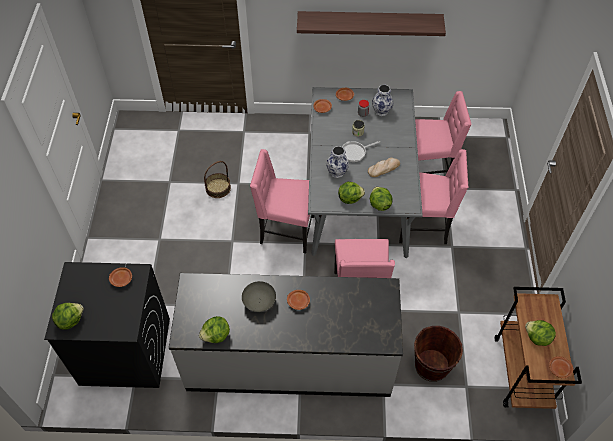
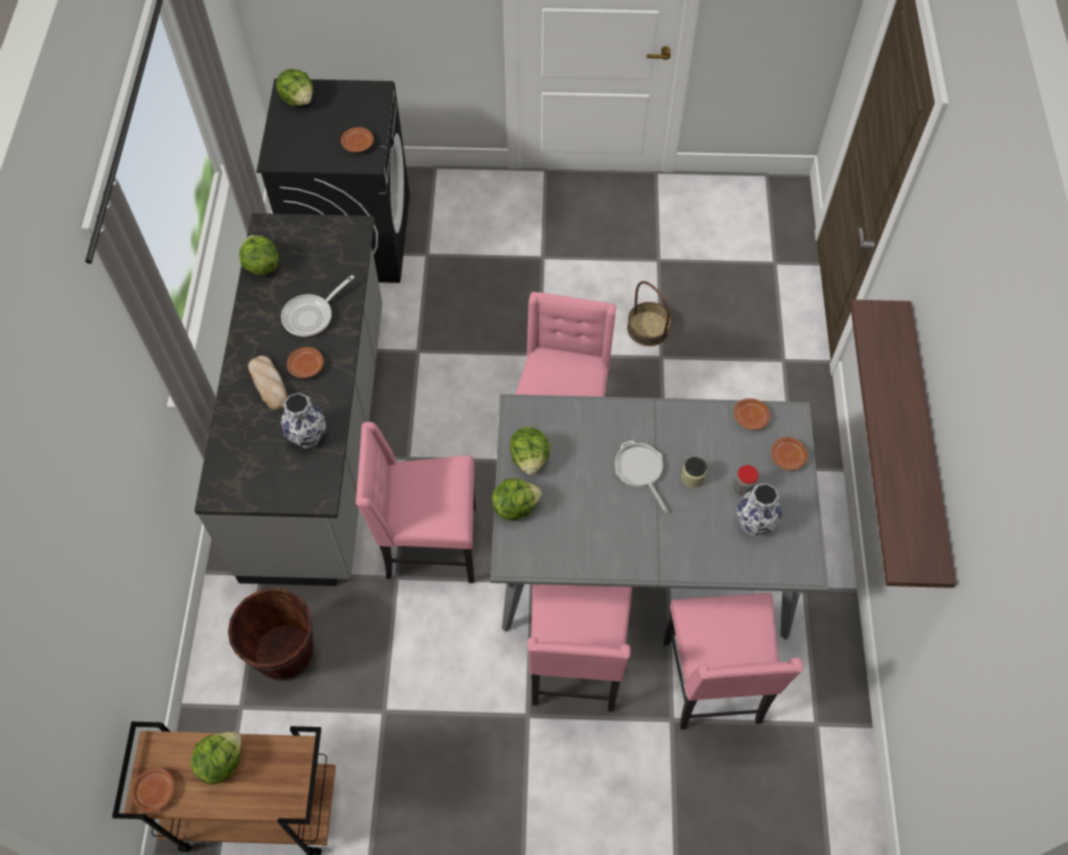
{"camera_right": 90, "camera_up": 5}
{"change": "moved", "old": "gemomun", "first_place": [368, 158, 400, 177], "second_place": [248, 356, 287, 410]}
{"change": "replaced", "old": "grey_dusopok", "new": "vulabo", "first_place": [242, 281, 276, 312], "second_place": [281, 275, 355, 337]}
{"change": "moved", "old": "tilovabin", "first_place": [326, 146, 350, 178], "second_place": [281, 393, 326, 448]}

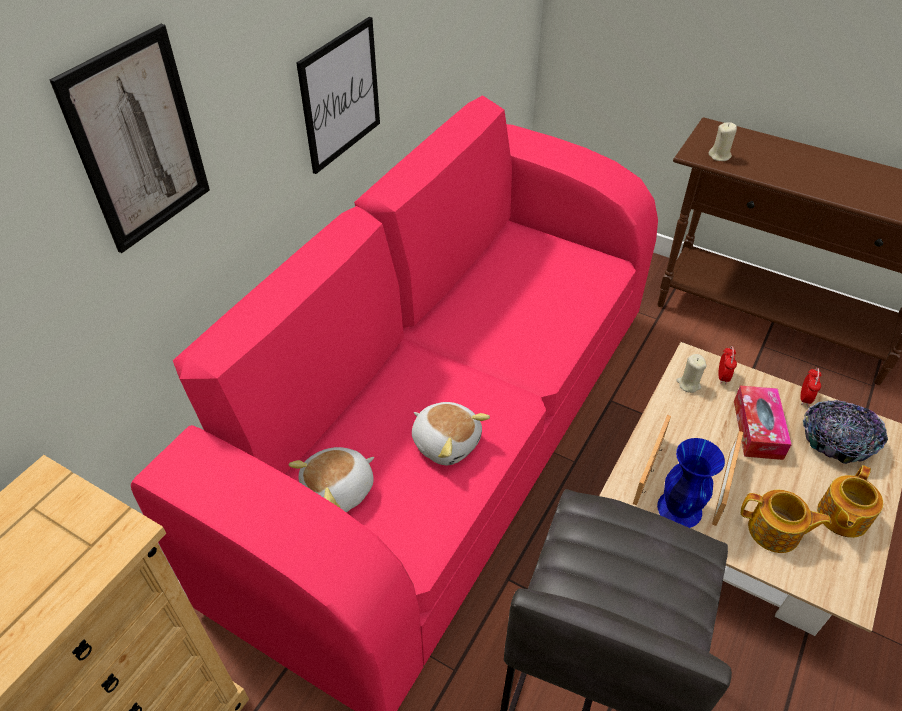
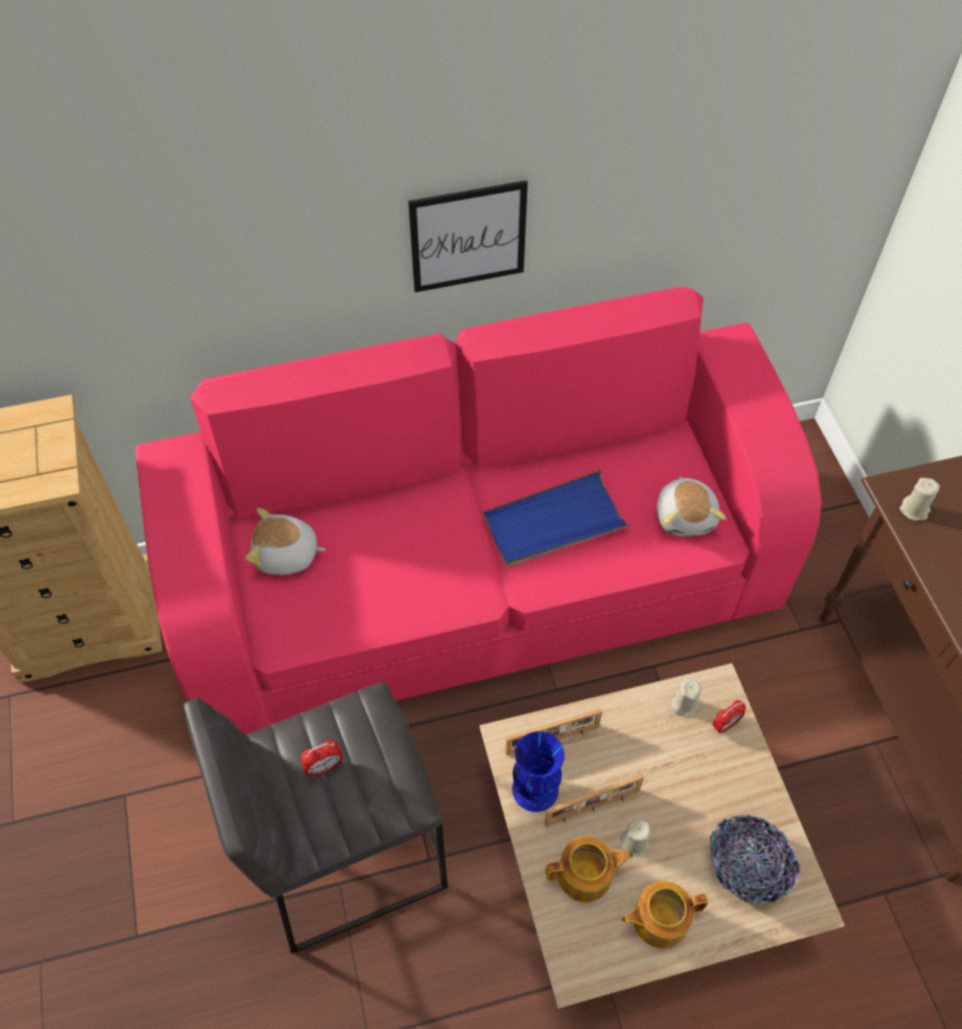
{"camera_right": 45, "camera_up": 10}
{"change": "moved", "old": "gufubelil", "first_place": [800, 368, 821, 406], "second_place": [301, 740, 343, 777]}
{"change": "added", "new": "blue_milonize", "second_place": [483, 470, 630, 567]}
{"change": "turned", "old": "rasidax", "first_place": [741, 490, 832, 553], "second_place": [546, 836, 633, 902], "degrees": -75}
{"change": "added", "new": "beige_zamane", "second_place": [621, 819, 650, 857]}
{"change": "moved", "old": "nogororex", "first_place": [412, 402, 490, 465], "second_place": [657, 476, 726, 536]}
{"change": "removed", "old": "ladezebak", "first_place": [49, 24, 210, 253]}
{"change": "removed", "old": "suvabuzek", "first_place": [734, 386, 792, 460]}

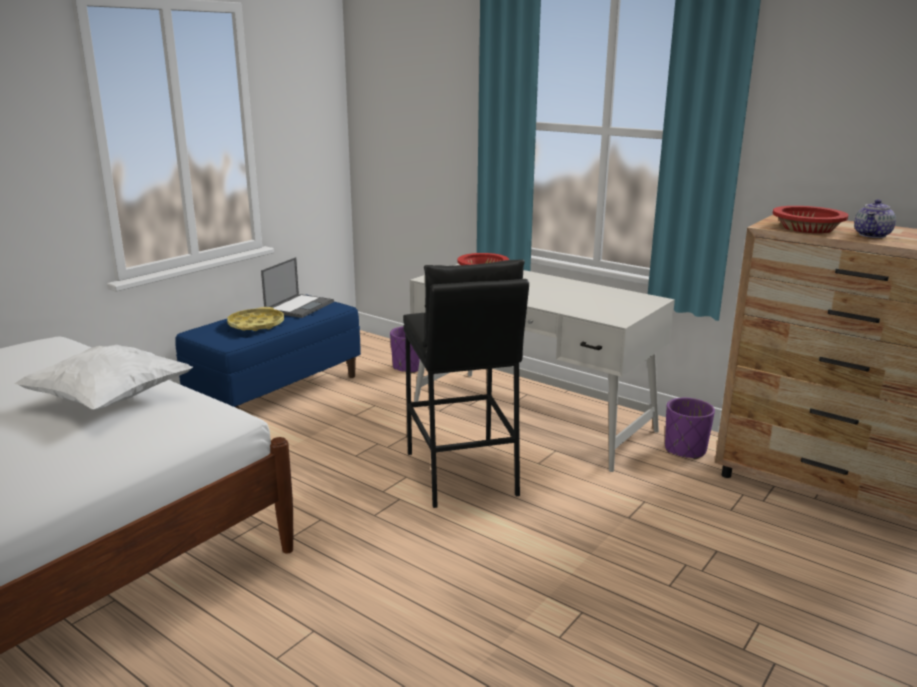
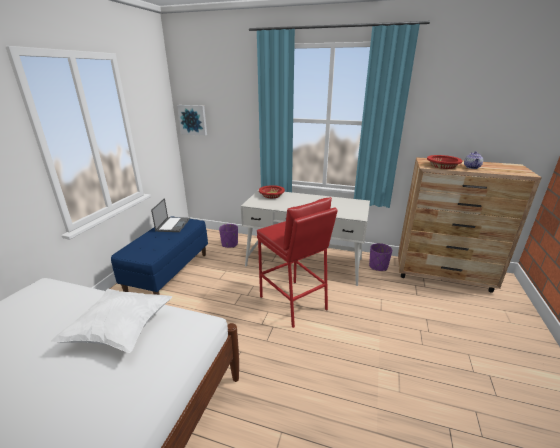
{"camera_right": -20, "camera_up": 5}
{"change": "added", "new": "ladezebak", "second_place": [177, 105, 207, 136]}
{"change": "recoloured", "old": "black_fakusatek", "new": "red_fakusatek", "first_place": [403, 259, 529, 508], "second_place": [257, 197, 337, 328]}
{"change": "removed", "old": "yellow_milonize", "first_place": [227, 307, 284, 331]}

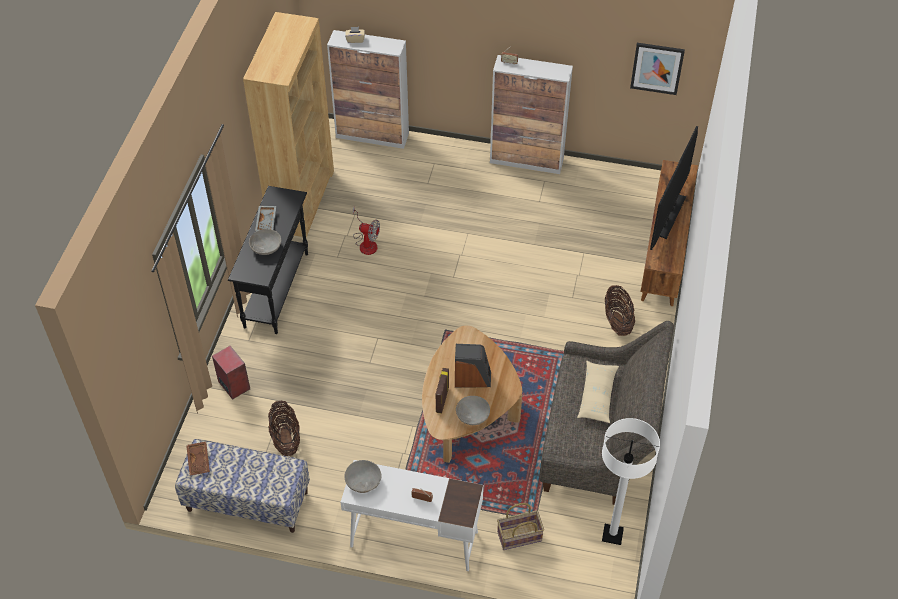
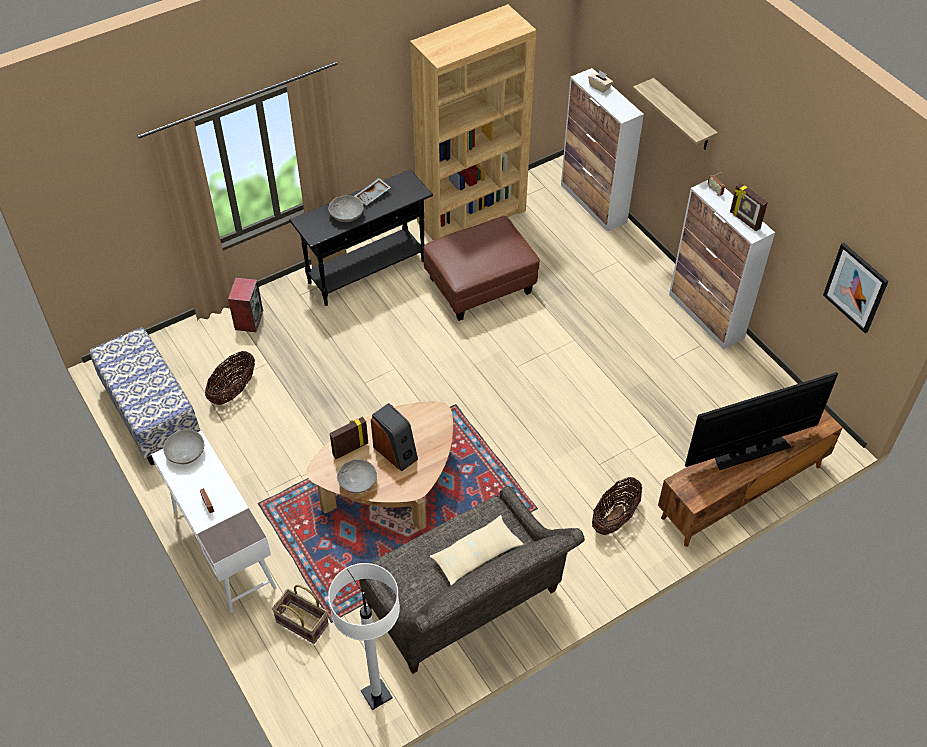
{"camera_right": 45, "camera_up": 0}
{"change": "replaced", "old": "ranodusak", "new": "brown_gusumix", "first_place": [353, 207, 380, 255], "second_place": [423, 216, 540, 321]}
{"change": "added", "new": "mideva", "second_place": [633, 78, 718, 150]}
{"change": "added", "new": "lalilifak", "second_place": [730, 183, 768, 231]}
{"change": "removed", "old": "brown_milonize", "first_place": [186, 442, 210, 476]}

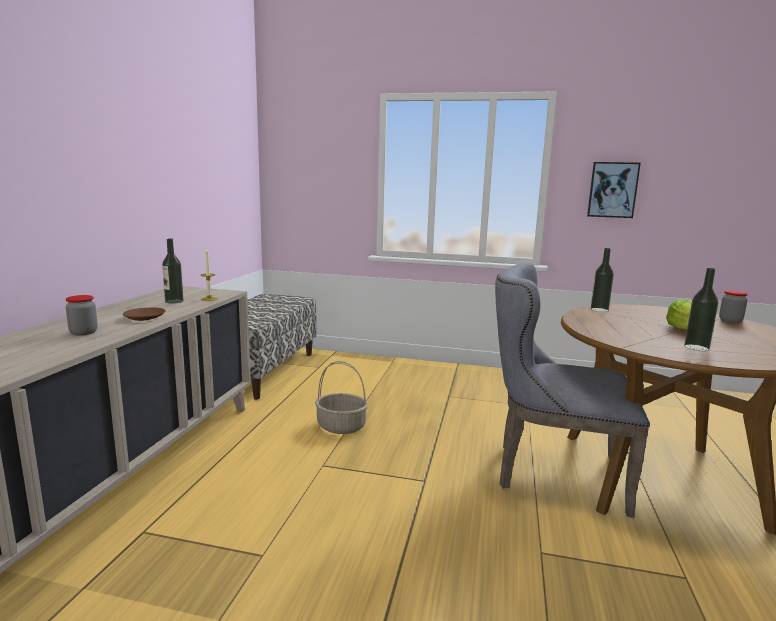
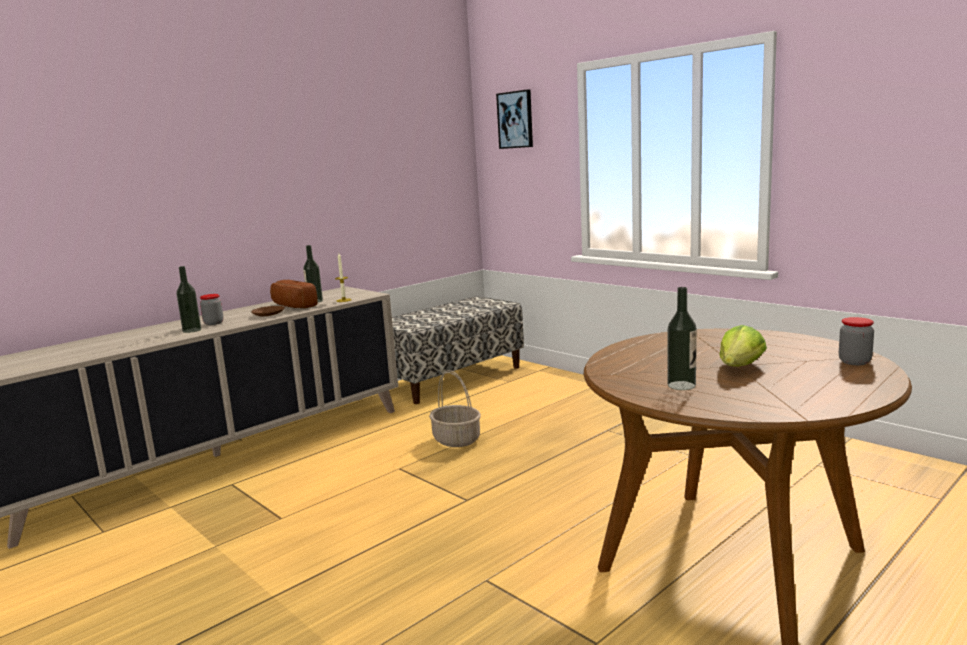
{"camera_right": 35, "camera_up": 0}
{"change": "moved", "old": "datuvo", "first_place": [591, 248, 614, 312], "second_place": [176, 266, 201, 333]}
{"change": "added", "new": "gemomun", "second_place": [270, 280, 318, 308]}
{"change": "moved", "old": "ladezebak", "first_place": [587, 162, 641, 218], "second_place": [496, 89, 533, 149]}
{"change": "removed", "old": "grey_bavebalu", "first_place": [495, 262, 650, 518]}

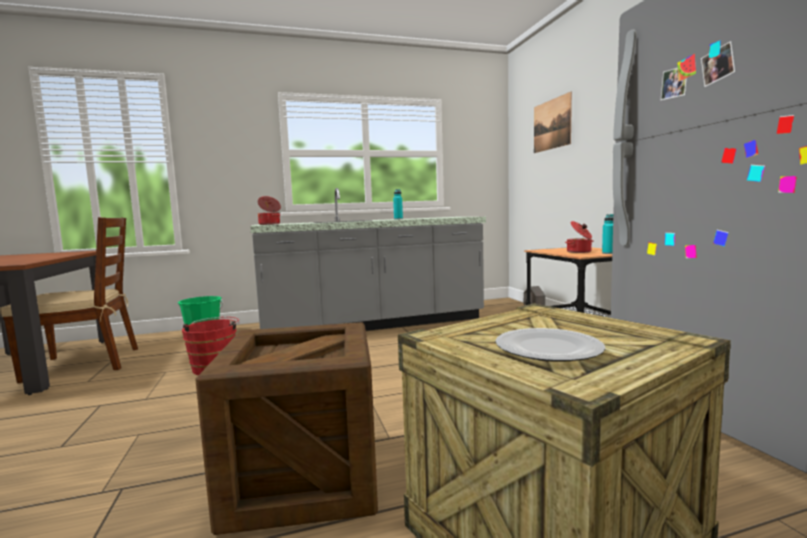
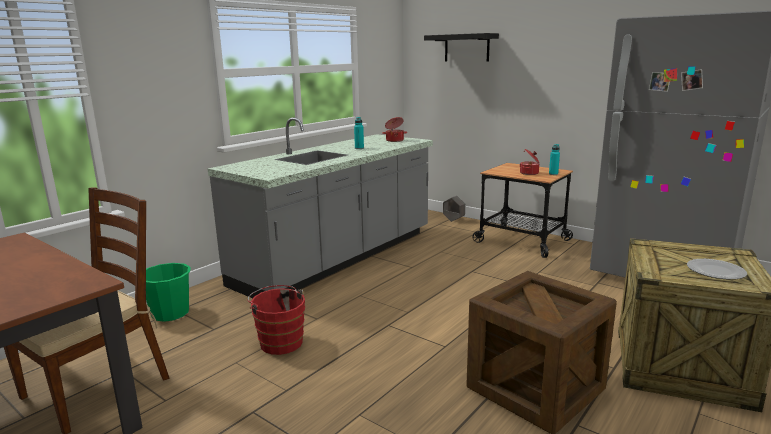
{"camera_right": -35, "camera_up": 10}
{"change": "moved", "old": "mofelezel", "first_place": [258, 196, 281, 225], "second_place": [382, 117, 407, 142]}
{"change": "replaced", "old": "ladezebak", "new": "black_mideva", "first_place": [534, 92, 572, 153], "second_place": [424, 33, 499, 62]}

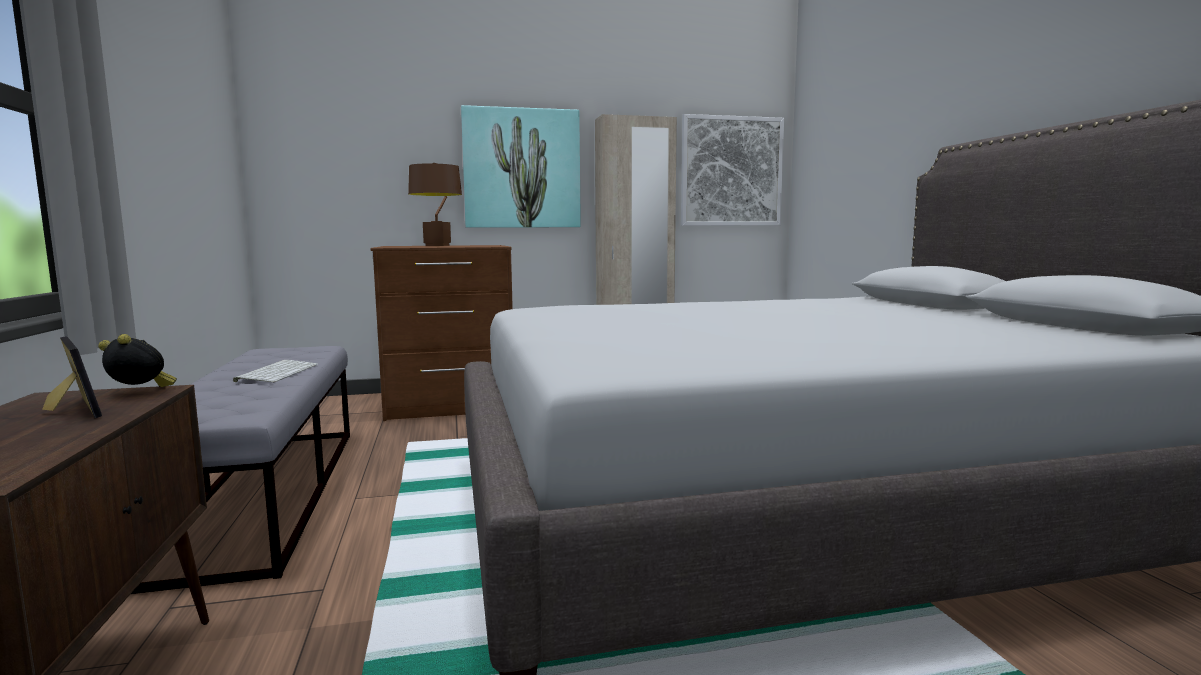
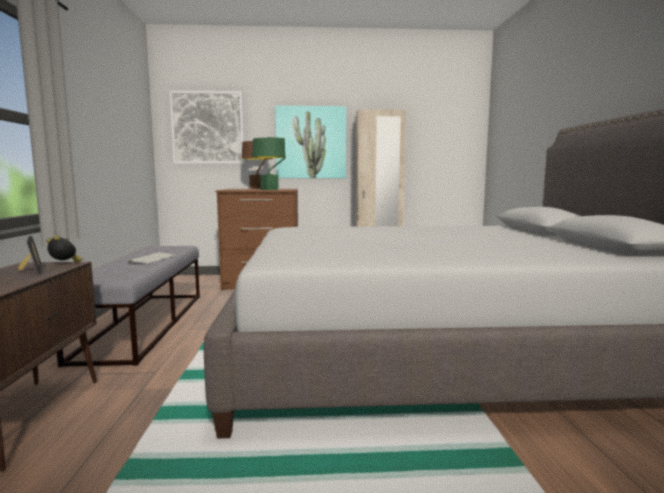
{"camera_right": 10, "camera_up": 0}
{"change": "moved", "old": "ladezebak", "first_place": [681, 114, 784, 226], "second_place": [169, 90, 245, 164]}
{"change": "added", "new": "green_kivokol", "second_place": [252, 137, 285, 190]}

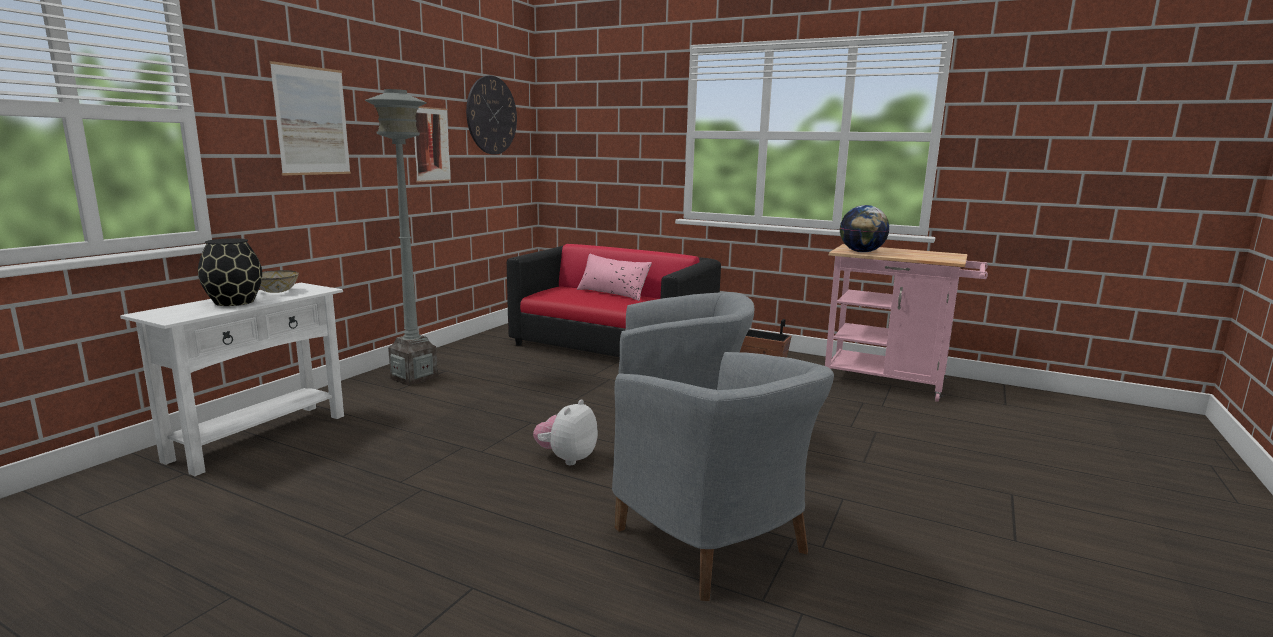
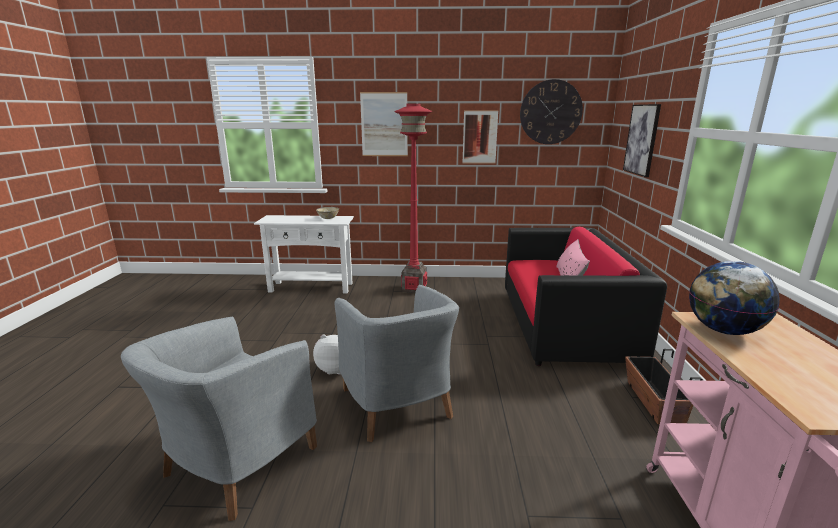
{"camera_right": 65, "camera_up": 5}
{"change": "recoloured", "old": "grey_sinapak", "new": "red_sinapak", "first_place": [365, 89, 438, 386], "second_place": [394, 104, 433, 293]}
{"change": "added", "new": "ladezebak", "second_place": [623, 104, 661, 177]}
{"change": "removed", "old": "black_tilovabin", "first_place": [198, 238, 262, 306]}

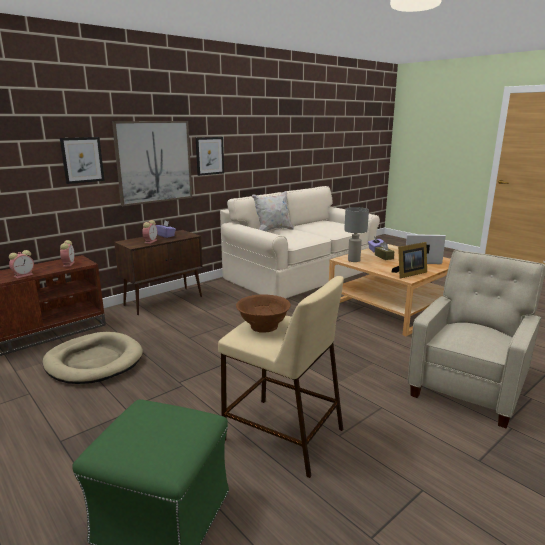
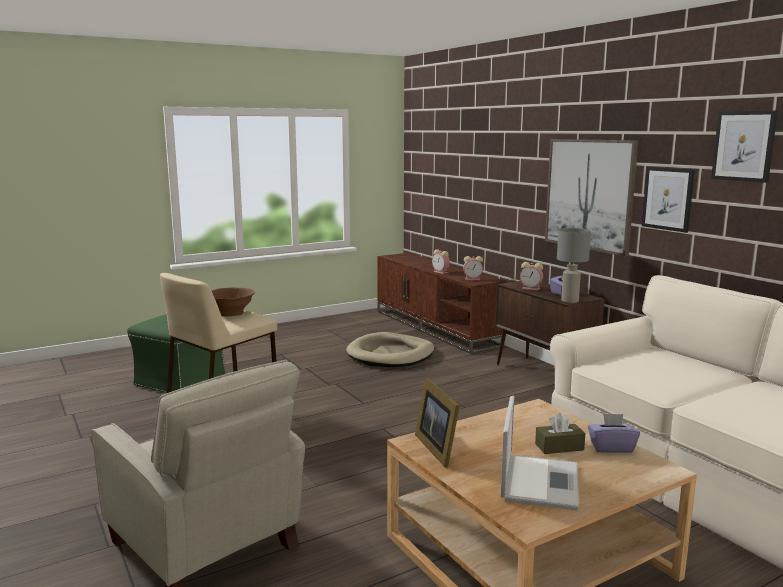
{"camera_right": 100, "camera_up": -5}
{"change": "moved", "old": "grey_kivokol", "first_place": [344, 207, 369, 262], "second_place": [557, 228, 591, 303]}
{"change": "moved", "old": "ladezebak", "first_place": [60, 137, 105, 184], "second_place": [711, 110, 778, 183]}
{"change": "removed", "old": "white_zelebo", "first_place": [252, 191, 294, 231]}

